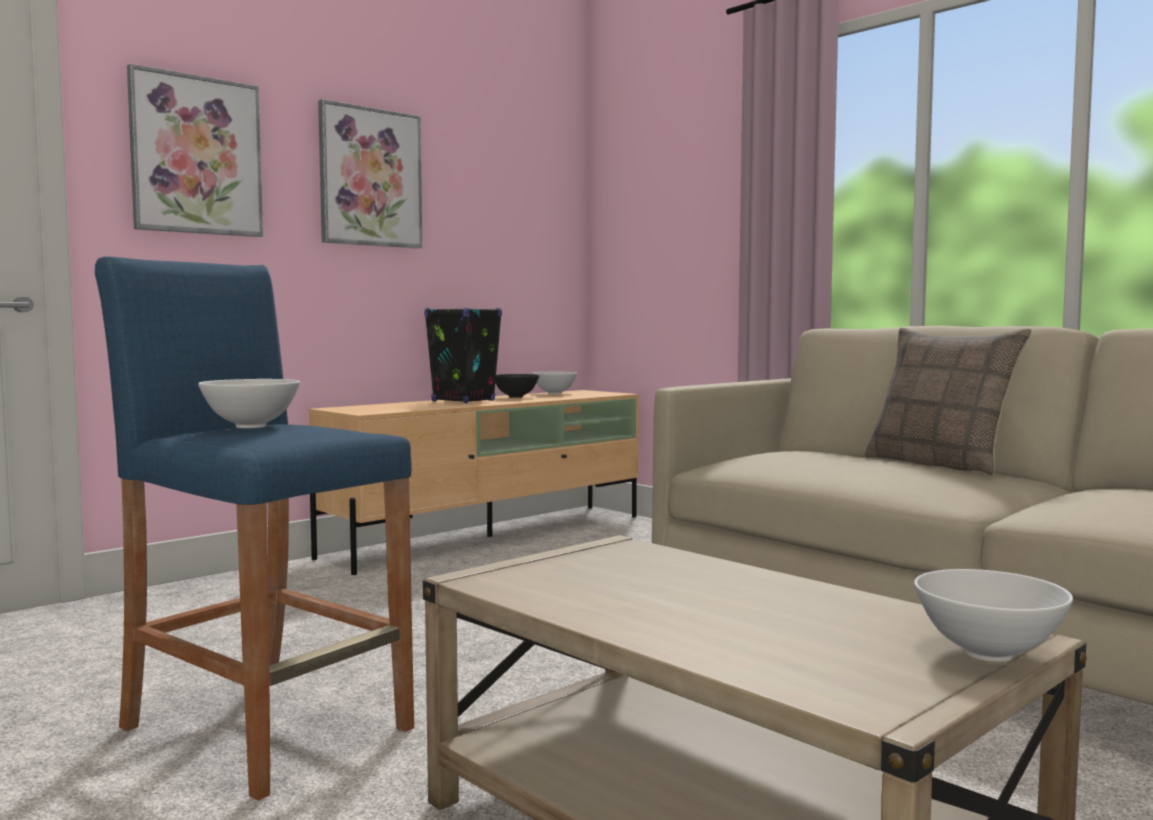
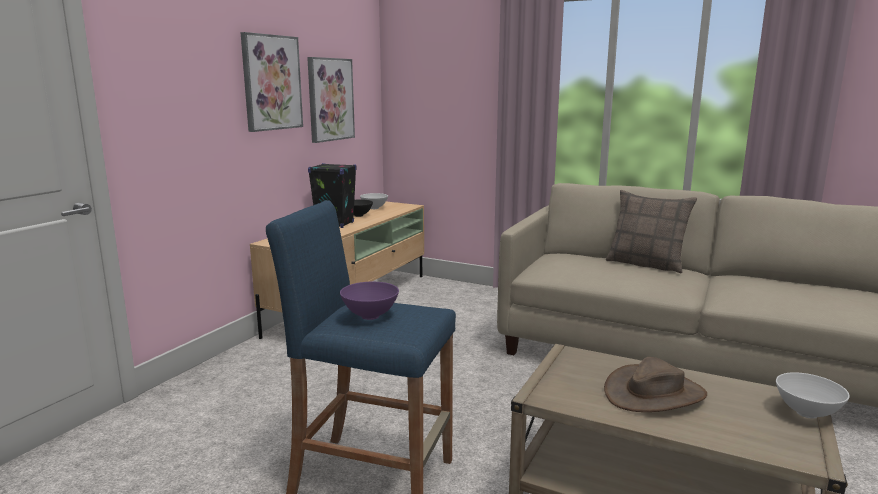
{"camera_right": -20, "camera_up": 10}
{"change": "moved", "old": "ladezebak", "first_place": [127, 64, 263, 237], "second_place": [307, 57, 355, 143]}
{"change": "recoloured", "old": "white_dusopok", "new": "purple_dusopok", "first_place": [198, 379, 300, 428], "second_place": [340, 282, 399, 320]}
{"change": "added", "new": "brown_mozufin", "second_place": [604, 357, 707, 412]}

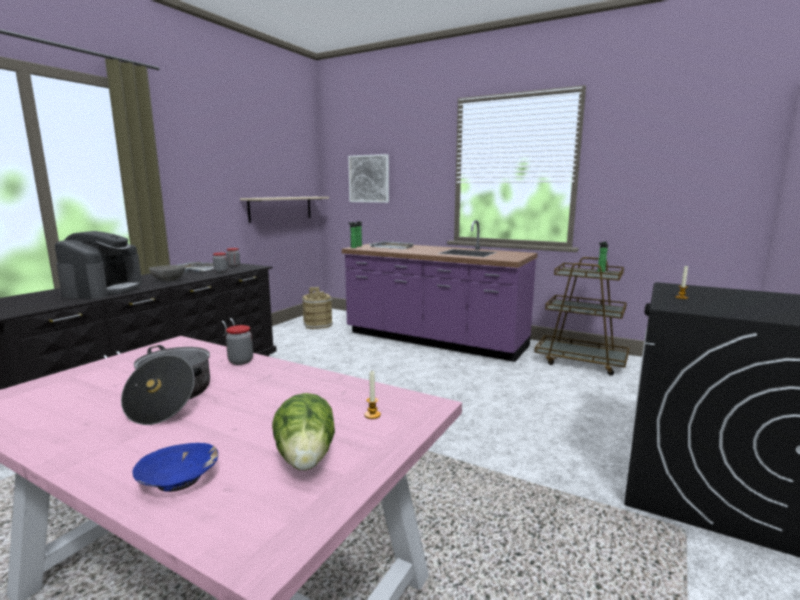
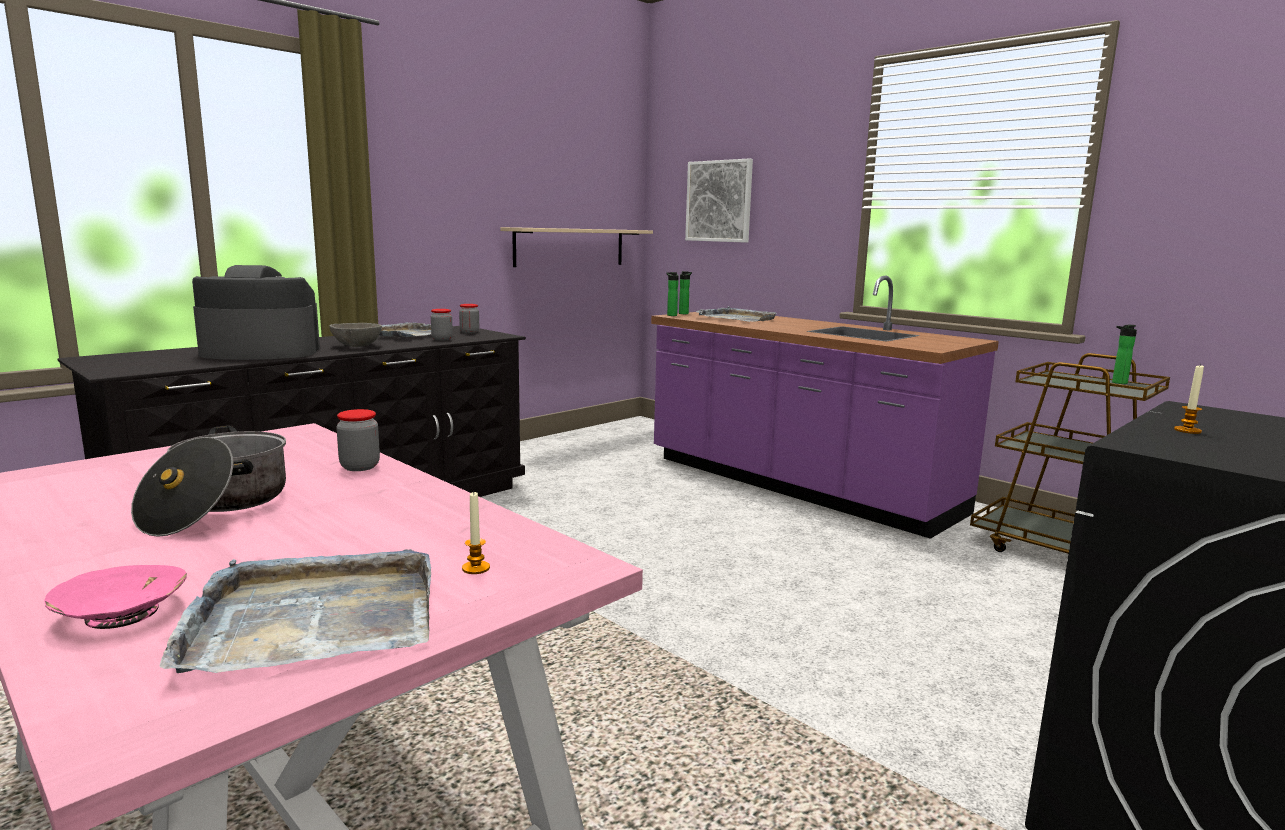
{"camera_right": 15, "camera_up": 0}
{"change": "recoloured", "old": "blue_dusopok", "new": "pink_dusopok", "first_place": [132, 443, 218, 492], "second_place": [44, 565, 187, 629]}
{"change": "replaced", "old": "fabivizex", "new": "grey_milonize", "first_place": [272, 393, 335, 470], "second_place": [160, 549, 431, 673]}
{"change": "turned", "old": "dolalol", "first_place": [55, 231, 142, 299], "second_place": [192, 265, 320, 360], "degrees": -120}
{"change": "removed", "old": "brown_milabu", "first_place": [302, 287, 333, 329]}

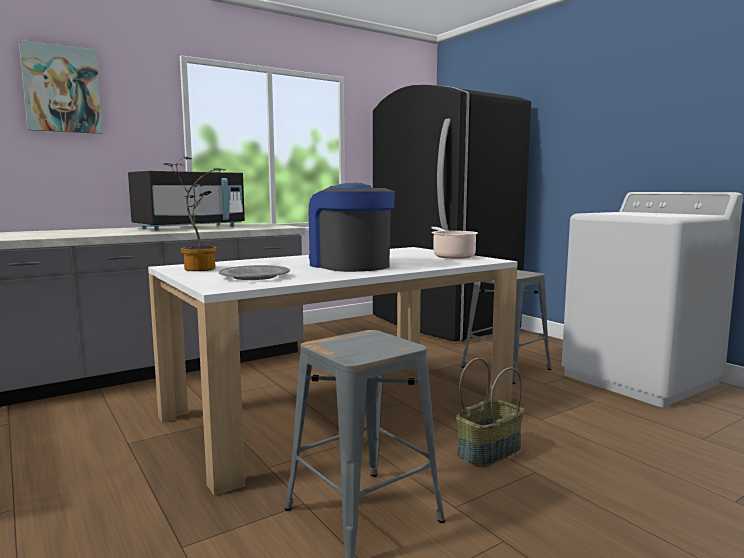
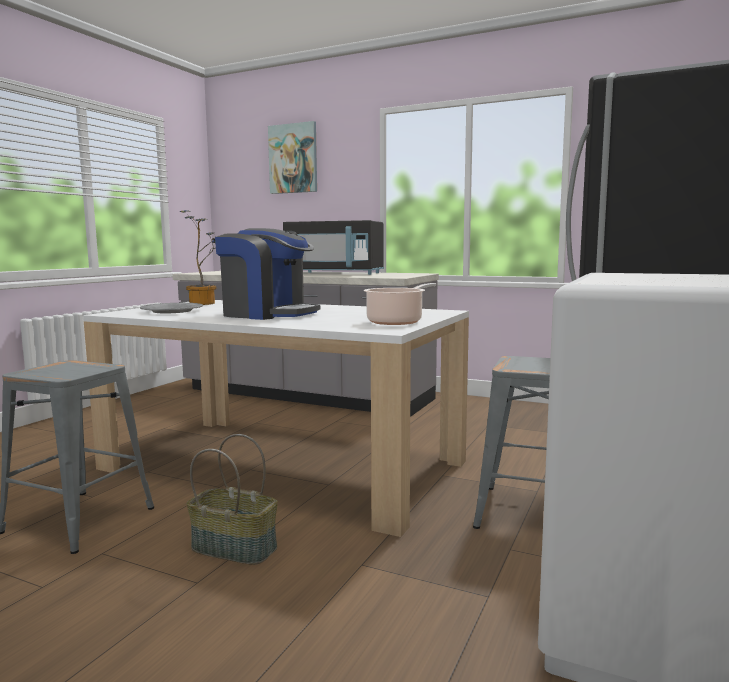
{"camera_right": 60, "camera_up": 0}
{"change": "turned", "old": "dolalol", "first_place": [309, 183, 395, 272], "second_place": [215, 228, 320, 320], "degrees": 90}

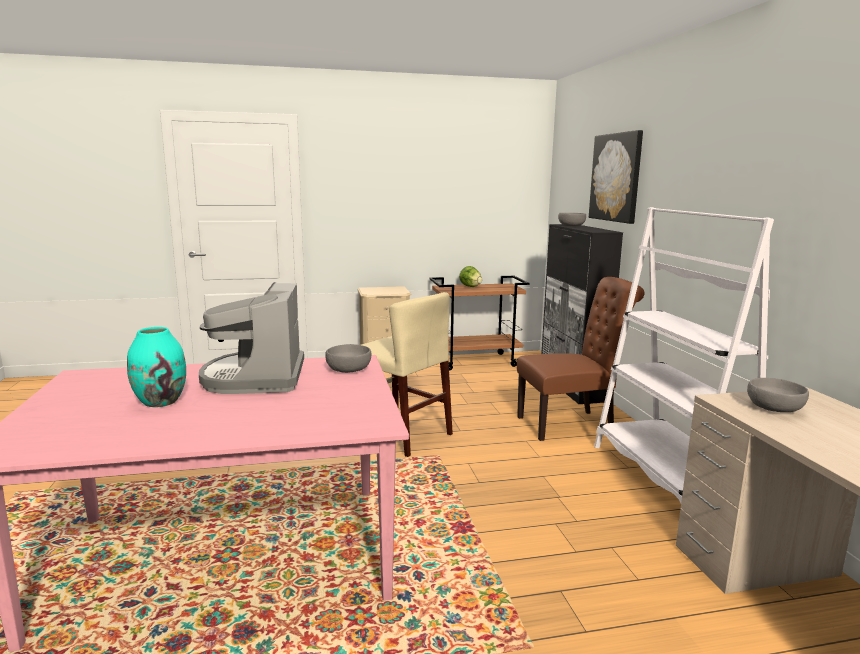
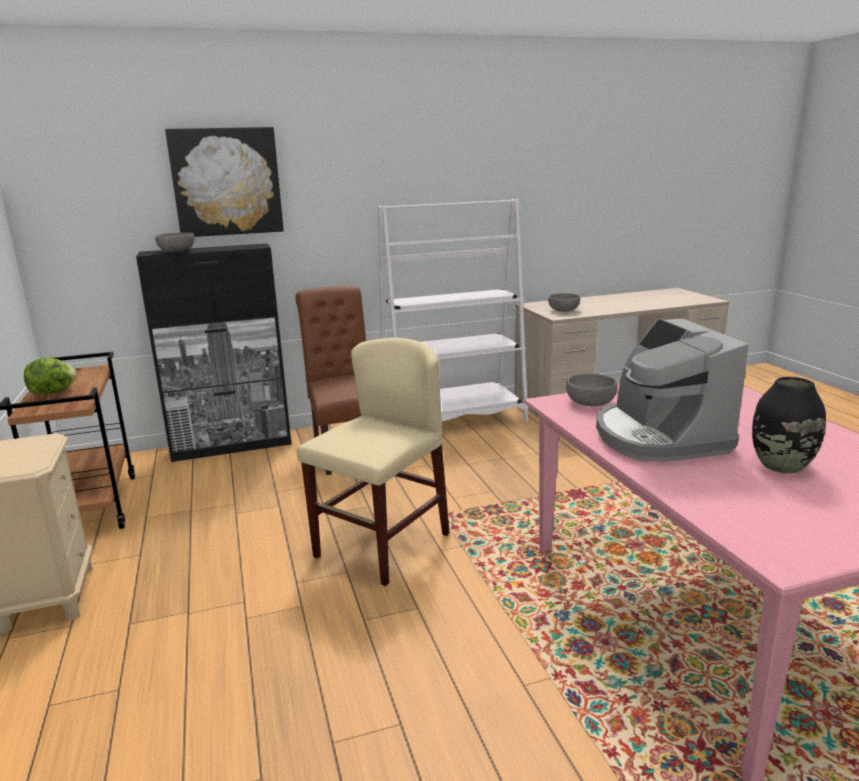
{"camera_right": -95, "camera_up": 5}
{"change": "turned", "old": "dolalol", "first_place": [199, 282, 304, 394], "second_place": [596, 319, 749, 462], "degrees": 90}
{"change": "recoloured", "old": "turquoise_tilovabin", "new": "black_tilovabin", "first_place": [127, 327, 186, 407], "second_place": [752, 377, 826, 473]}

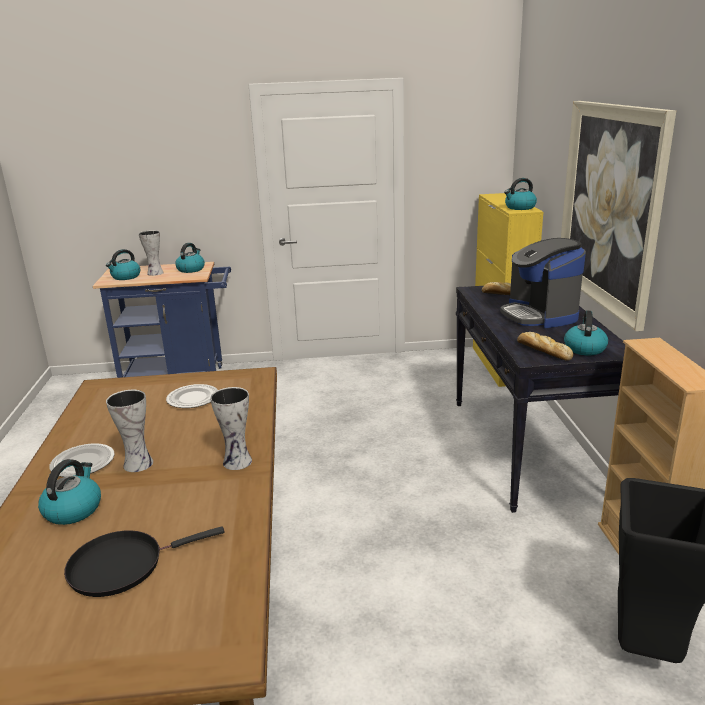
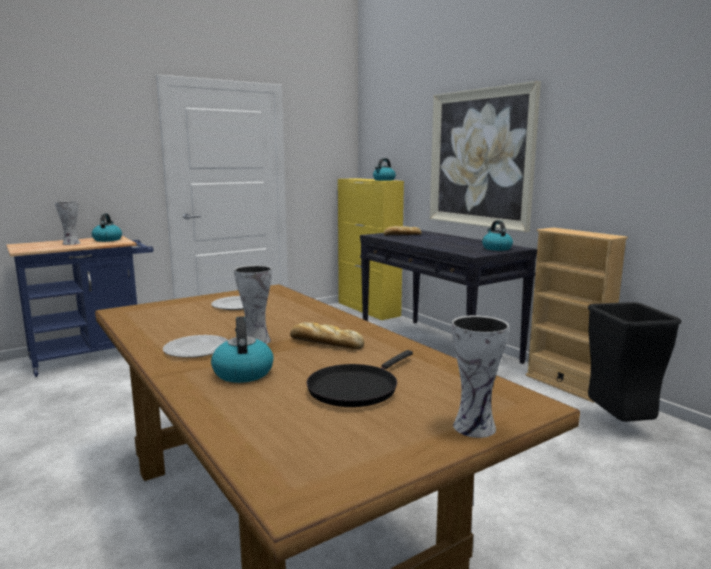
{"camera_right": -30, "camera_up": -10}
{"change": "moved", "old": "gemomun", "first_place": [517, 332, 573, 361], "second_place": [290, 322, 364, 349]}
{"change": "moved", "old": "tilovabin", "first_place": [210, 387, 252, 470], "second_place": [452, 315, 509, 438]}
{"change": "removed", "old": "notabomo", "first_place": [106, 249, 140, 280]}
{"change": "removed", "old": "dolalol", "first_place": [500, 238, 586, 328]}

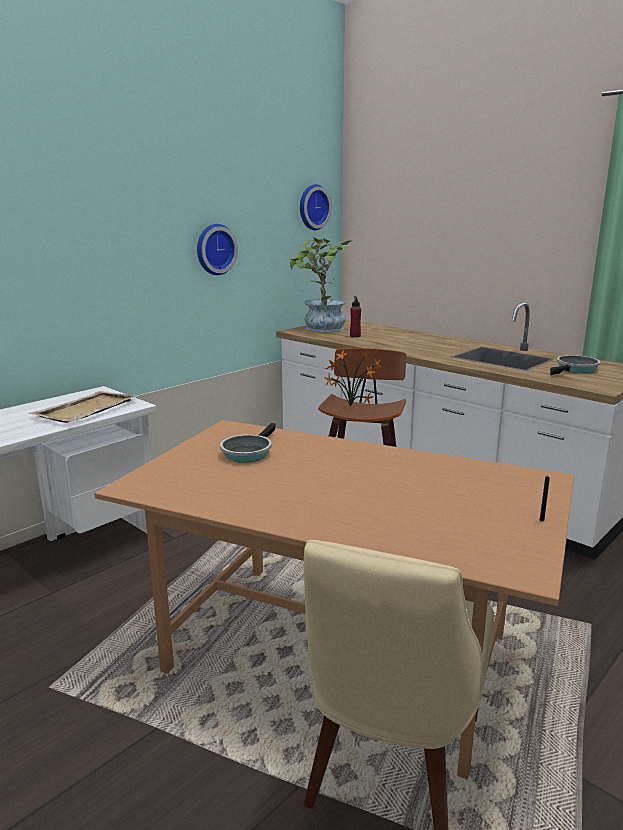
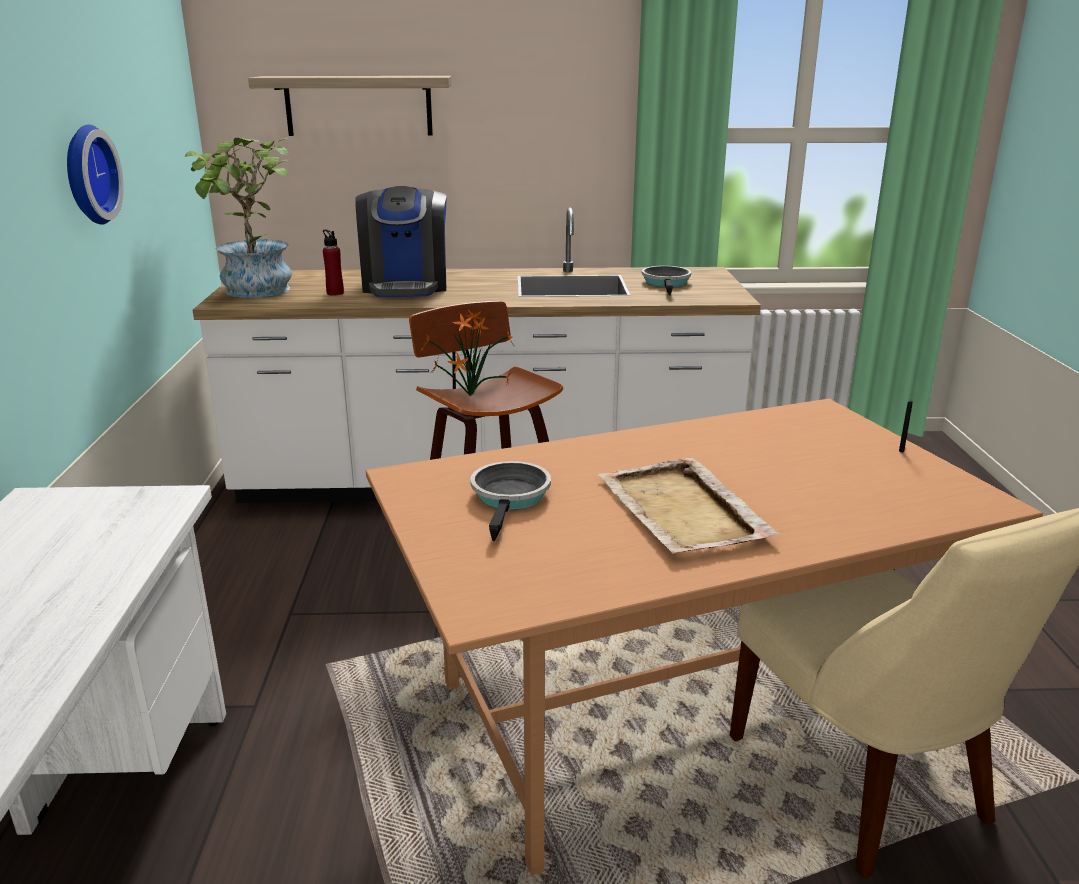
{"camera_right": -45, "camera_up": 5}
{"change": "added", "new": "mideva", "second_place": [248, 76, 452, 136]}
{"change": "added", "new": "dolalol", "second_place": [355, 186, 447, 297]}
{"change": "turned", "old": "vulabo", "first_place": [220, 423, 276, 463], "second_place": [470, 461, 551, 541], "degrees": -150}
{"change": "moved", "old": "beige_milonize", "first_place": [28, 391, 138, 423], "second_place": [598, 457, 780, 553]}
{"change": "removed", "old": "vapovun", "first_place": [300, 184, 332, 230]}

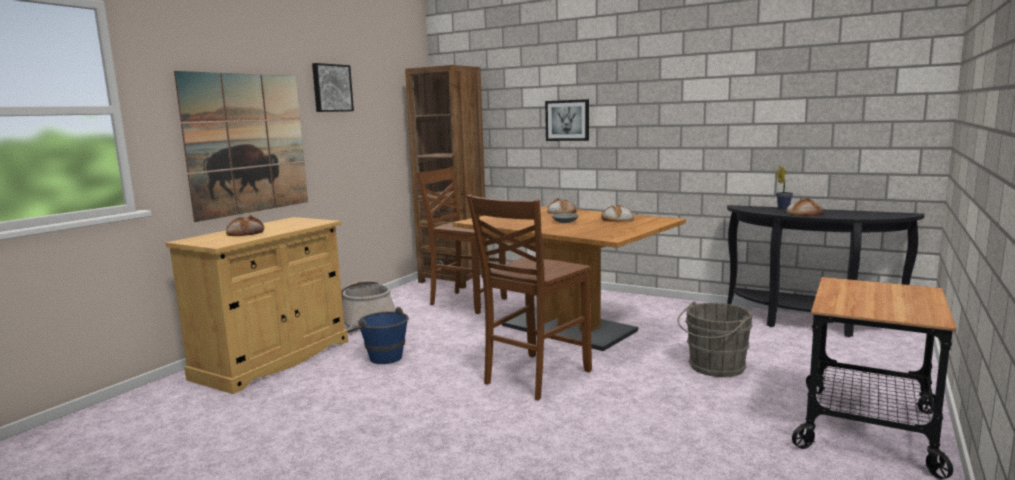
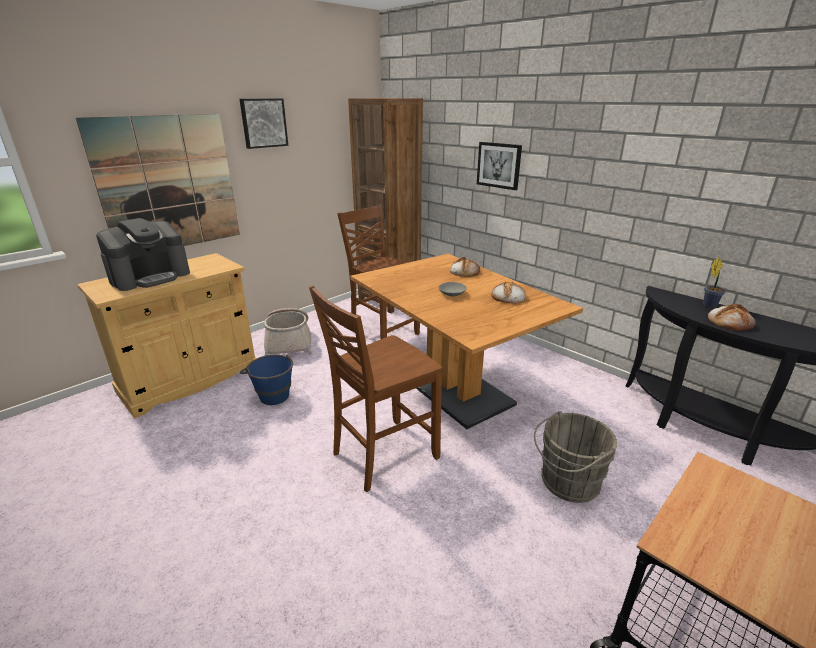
{"camera_right": 15, "camera_up": 15}
{"change": "replaced", "old": "gemomun", "new": "dolalol", "first_place": [226, 216, 264, 236], "second_place": [96, 218, 190, 291]}

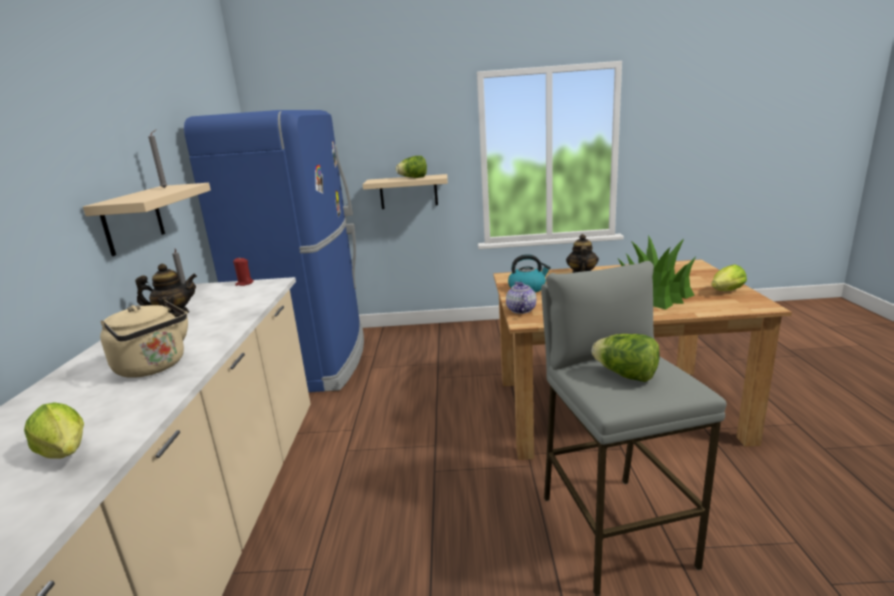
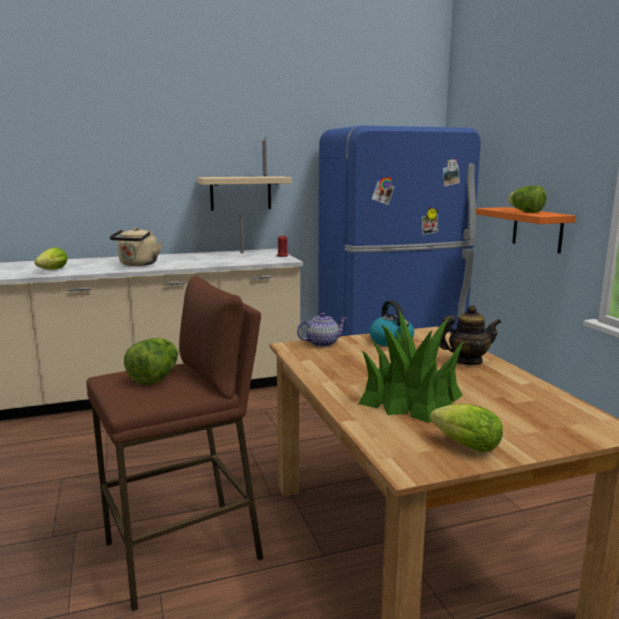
{"camera_right": 70, "camera_up": -5}
{"change": "recoloured", "old": "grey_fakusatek", "new": "brown_fakusatek", "first_place": [541, 261, 727, 596], "second_place": [86, 275, 263, 611]}
{"change": "recoloured", "old": "beige_mideva", "new": "orange_mideva", "first_place": [363, 174, 448, 209], "second_place": [476, 207, 576, 253]}
{"change": "removed", "old": "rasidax", "first_place": [135, 264, 197, 317]}

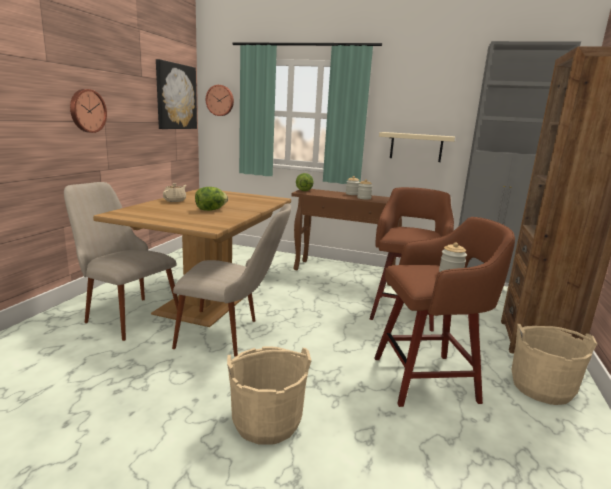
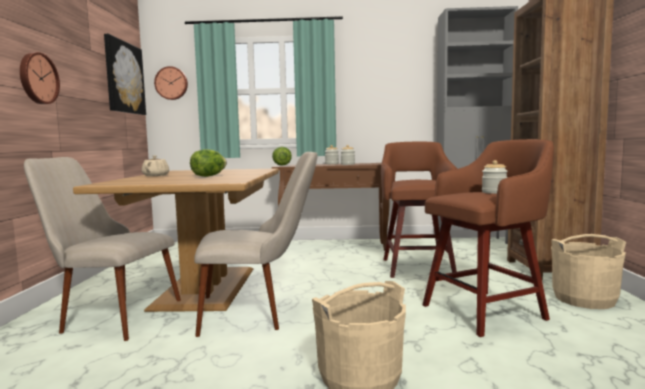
{"camera_right": -15, "camera_up": -10}
{"change": "removed", "old": "beige_mideva", "first_place": [379, 132, 455, 162]}

